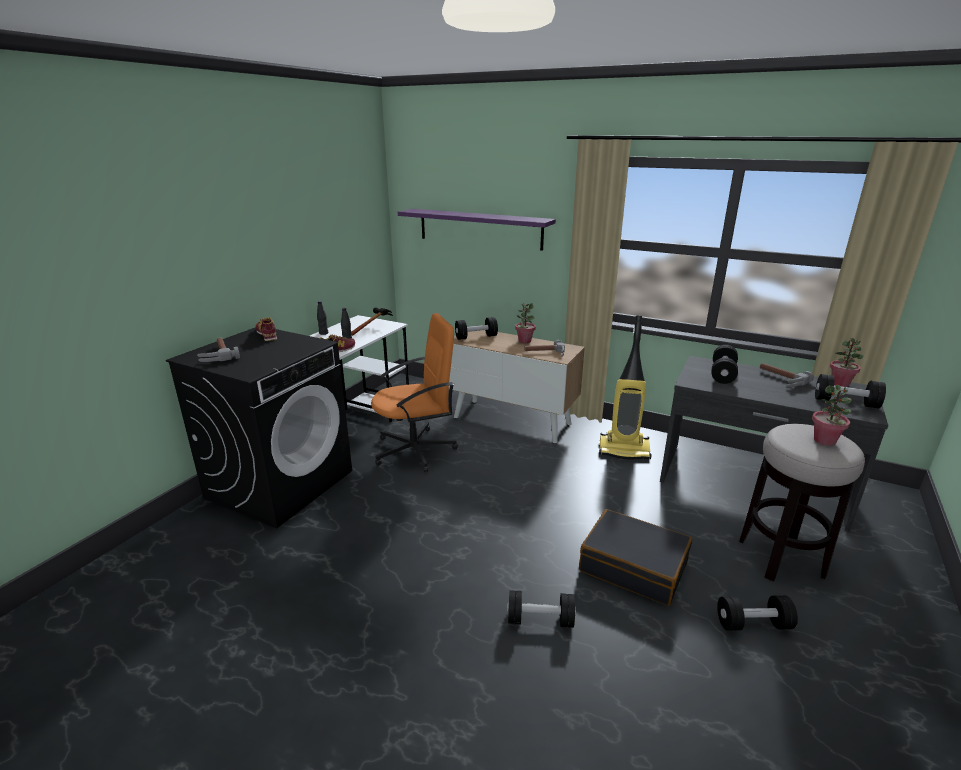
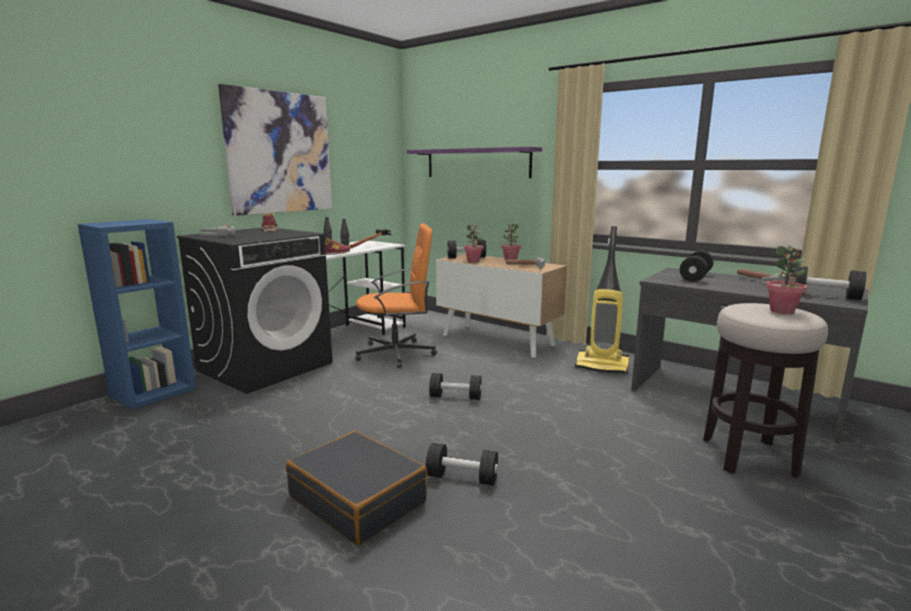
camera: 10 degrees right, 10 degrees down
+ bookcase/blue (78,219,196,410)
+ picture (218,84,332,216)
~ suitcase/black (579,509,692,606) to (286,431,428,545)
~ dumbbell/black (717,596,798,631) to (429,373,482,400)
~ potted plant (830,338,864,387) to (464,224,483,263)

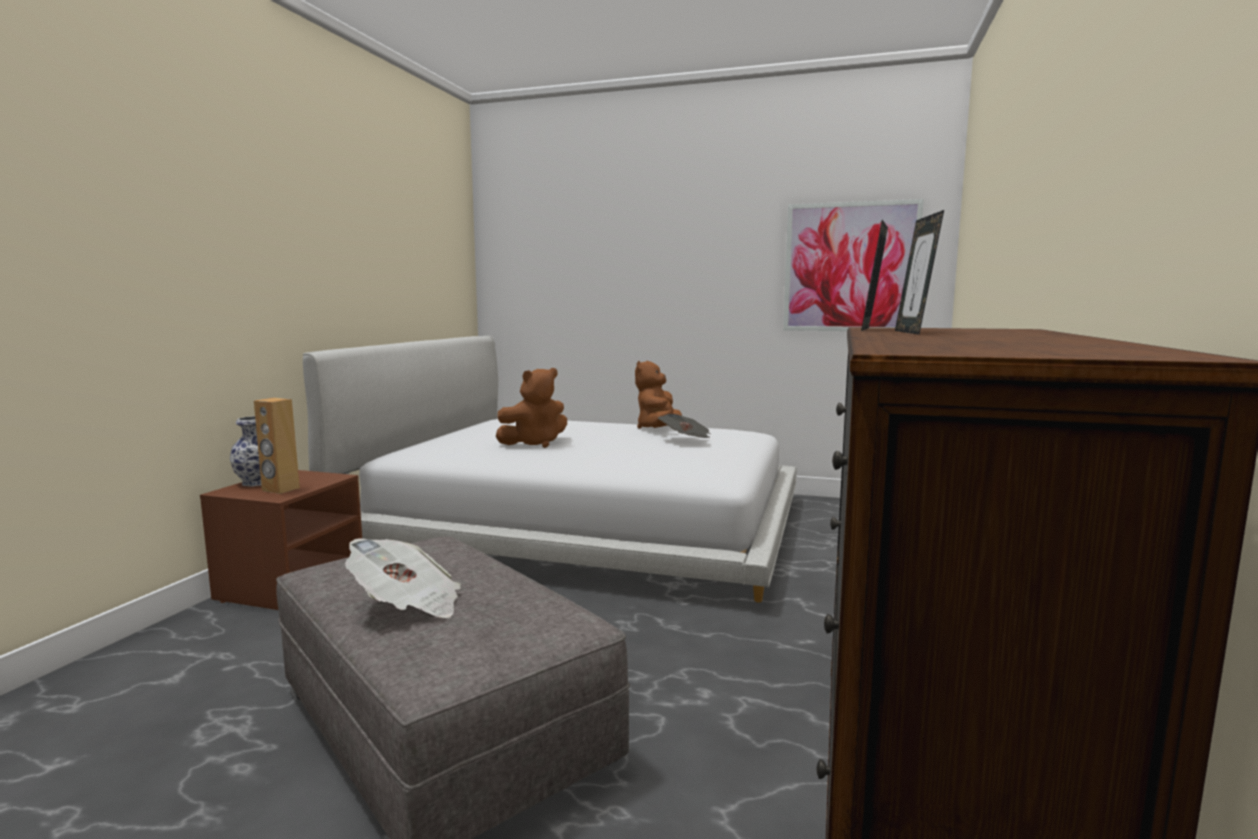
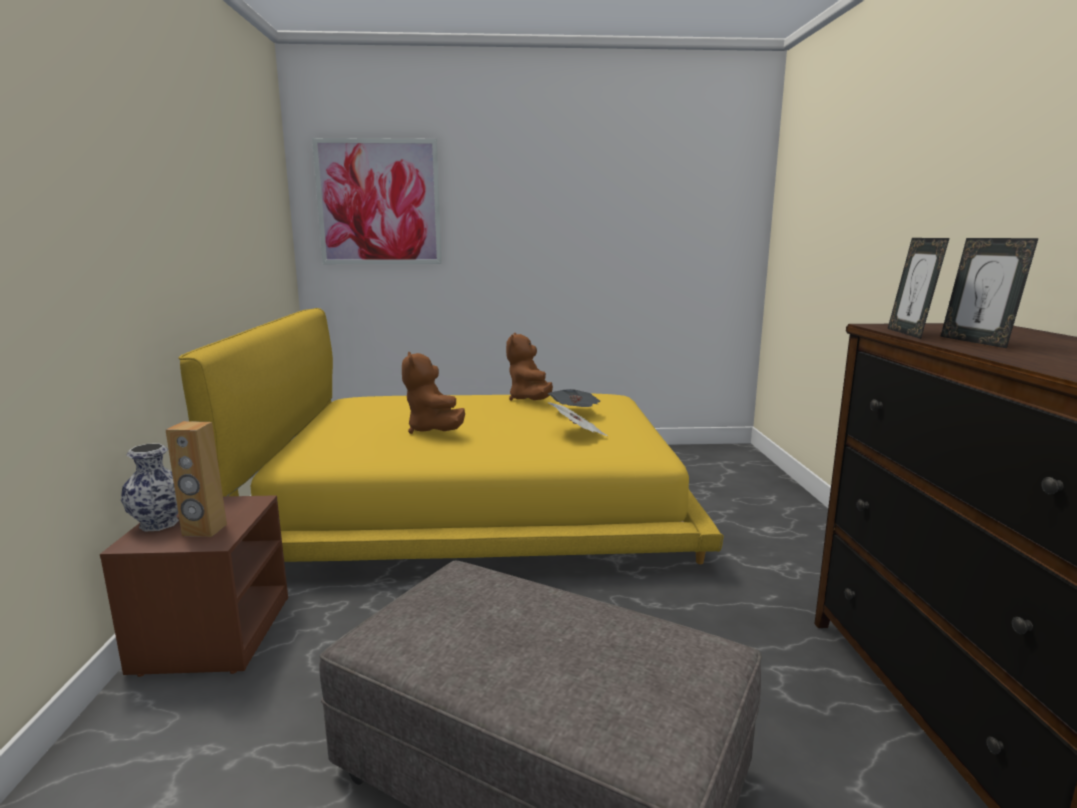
camera: 20 degrees left, 5 degrees up
~ bed/white (303,336,797,603) to bed/yellow (178,308,724,564)
~ picture (783,199,924,331) to (312,138,442,264)
~ plush toy/brown (496,368,567,448) = (402,352,465,434) 120 degrees clockwise
~ newspaper (345,538,461,618) to (547,402,608,436)

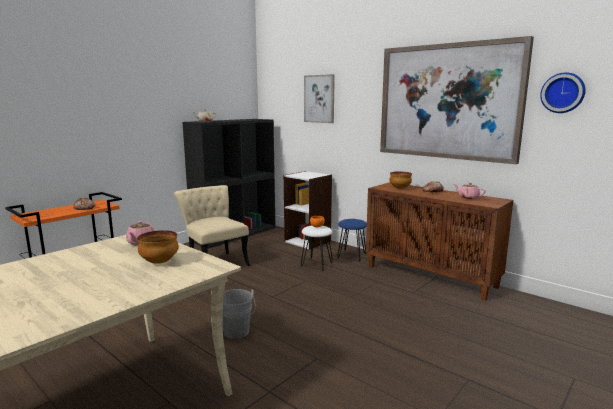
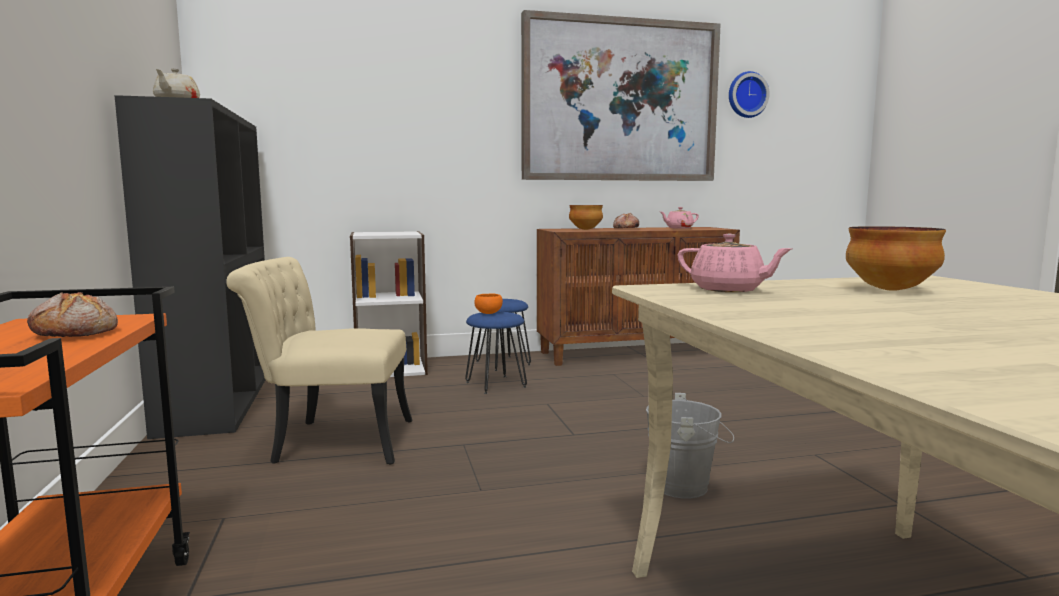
camera: 55 degrees left, 5 degrees down
~ stool/white (301,226,333,271) to stool/blue (465,312,527,394)
- picture (304,74,335,123)

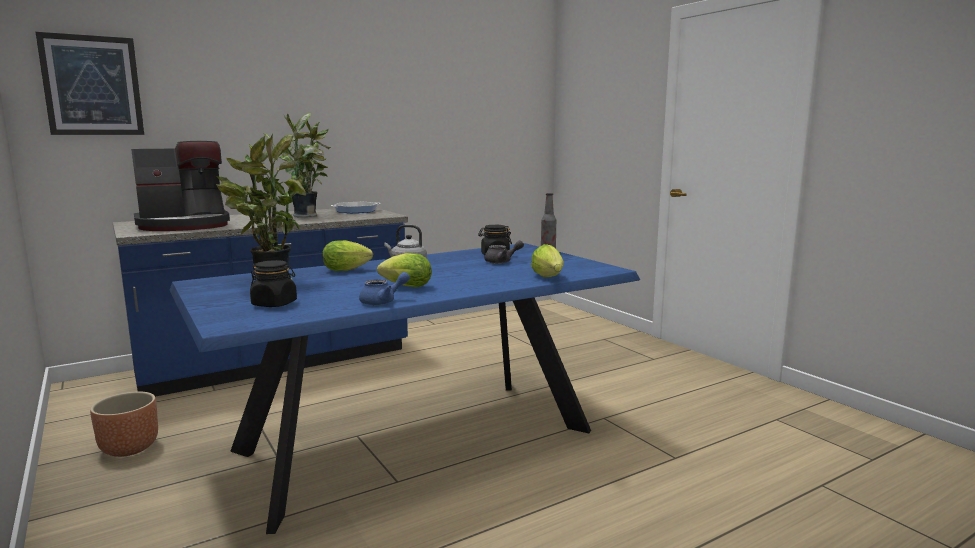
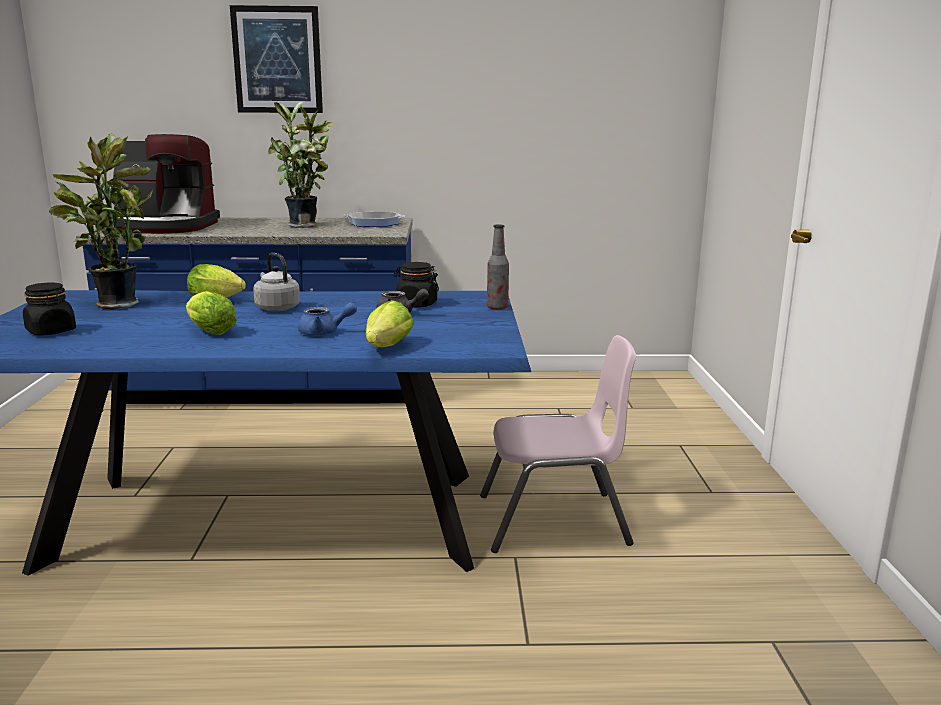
camera: 30 degrees right, 5 degrees up
~ picture (36,32,144,135) to (230,5,323,113)
~ teapot/blue (359,272,410,305) to (298,303,357,336)
+ chair/pink (480,335,636,553)
- planter/brown (90,392,158,457)

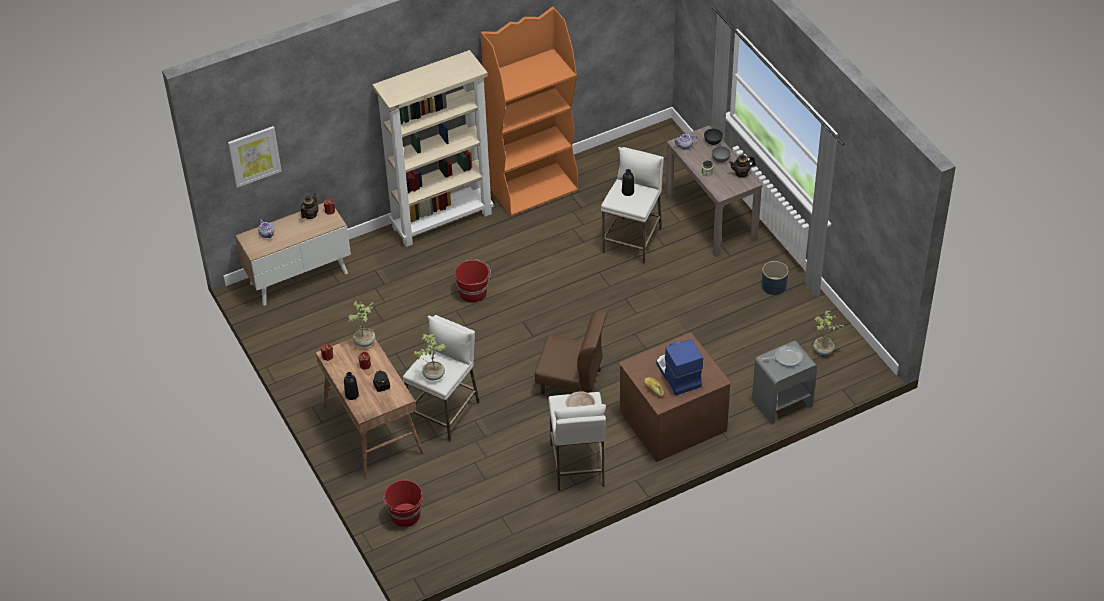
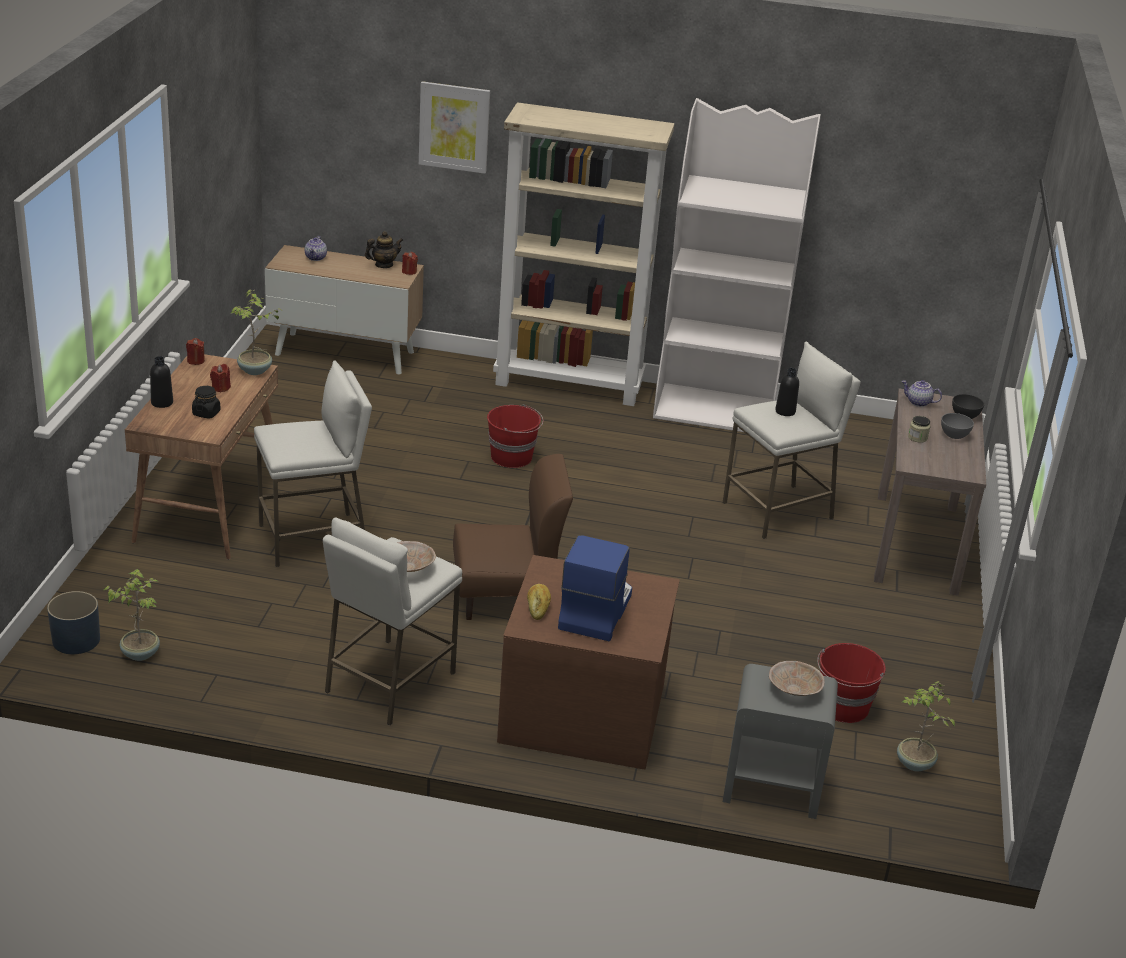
camera: 35 degrees right, 15 degrees down
~ planter/blue (762,261,788,295) to (47,591,100,654)
~ potted plant (413,334,446,380) to (104,569,160,661)
~ picture (228,126,282,188) to (419,81,490,174)
~ chair/brown (535,311,607,395) = (453,454,573,620) 60 degrees counterclockwise
~ bookcase/orange (481,7,578,216) to bookcase/white (653,98,821,432)
~ frying pan (762,345,803,367) to bowl/beige (769,661,824,696)
~ bucket/red (383,480,423,527) to (817,643,886,723)
- teapot (729,154,756,178)

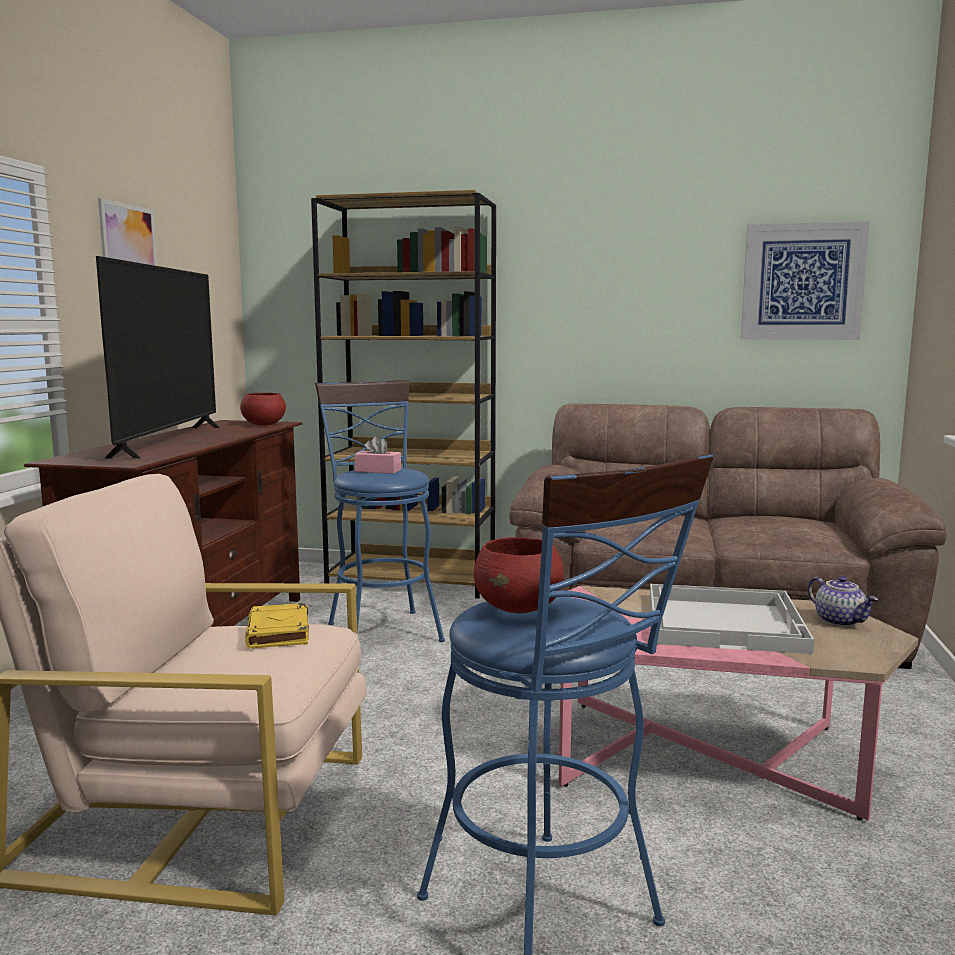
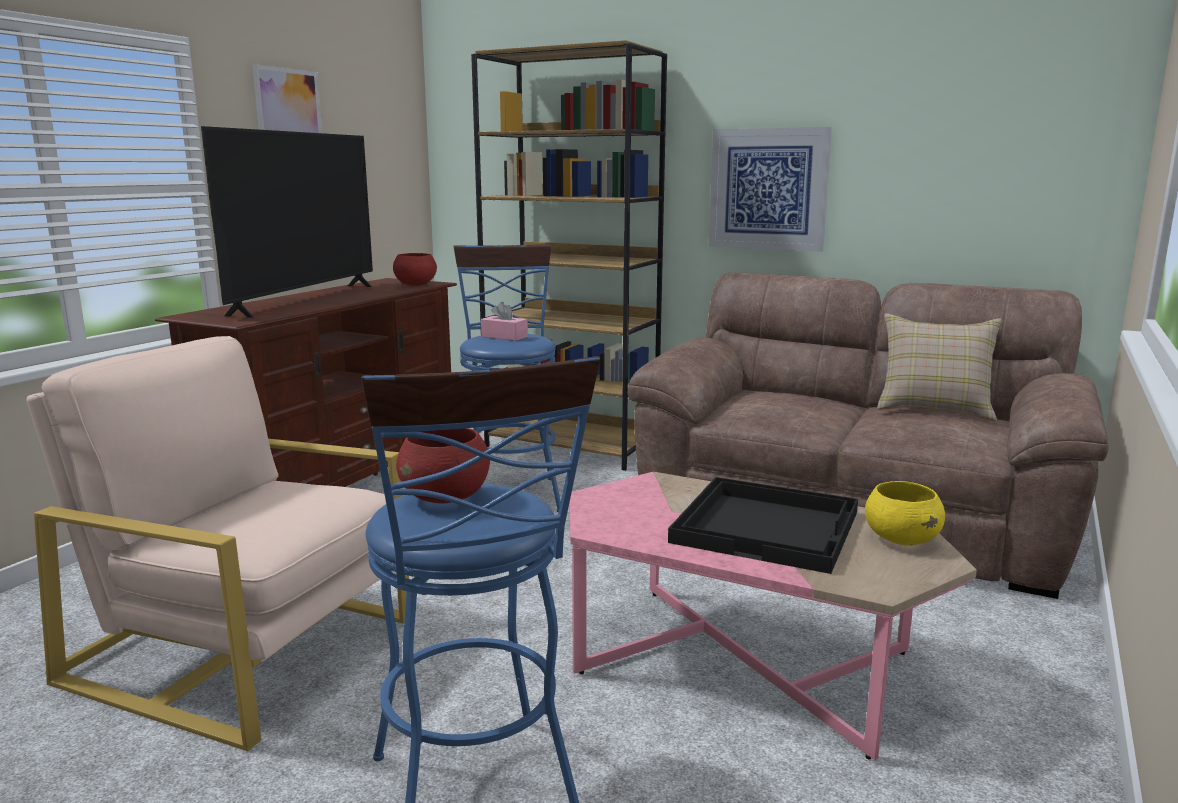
camera: 15 degrees right, 5 degrees up
~ tray/white (650,584,814,654) to tray/black (668,477,858,574)
~ picture (741,222,870,340) to (709,127,832,252)
~ teapot (808,576,878,627) to bowl/yellow (865,481,945,545)
+ pillow/beige (877,313,1001,421)
- book/yellow (245,603,309,648)

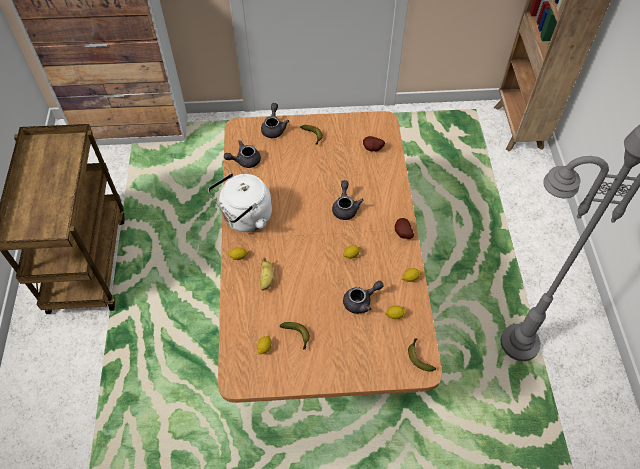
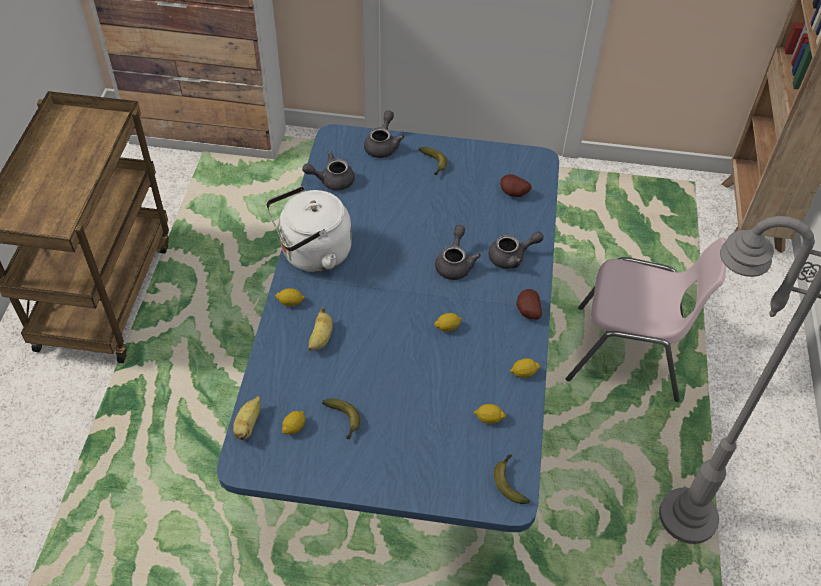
camera: 10 degrees right, 5 degrees down
~ dining table/brown (218,111,442,403) to dining table/blue (217,125,559,532)
+ banana (233,396,261,440)
~ teapot/grey (343,281,384,314) to (488,232,544,269)
+ chair/pink (566,237,727,402)

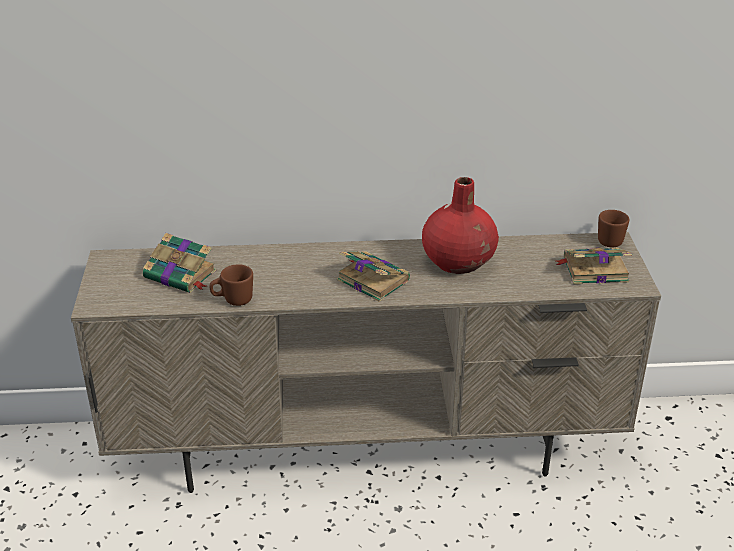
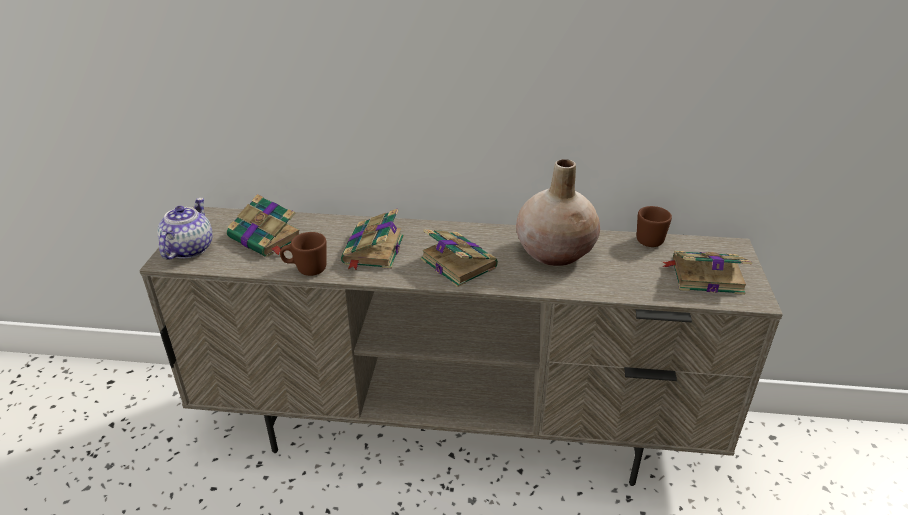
camera: 10 degrees right, 0 degrees up
+ teapot (157,198,213,260)
+ book (341,208,404,270)
~ vase/red (422,177,499,274) to vase/beige (516,159,600,266)
~ mug/brown (598,210,629,247) to (637,206,672,247)

